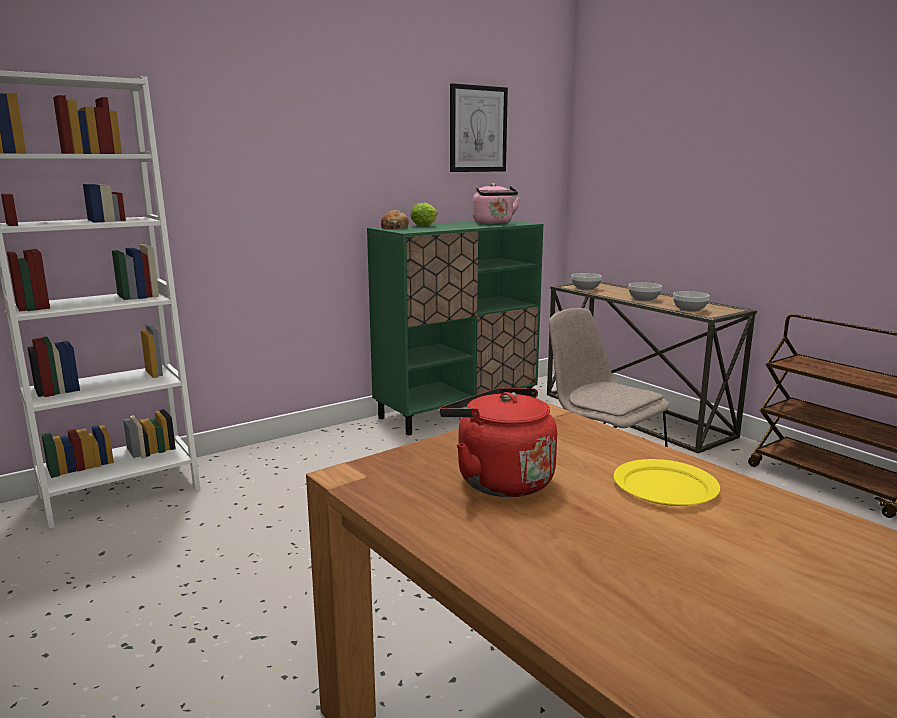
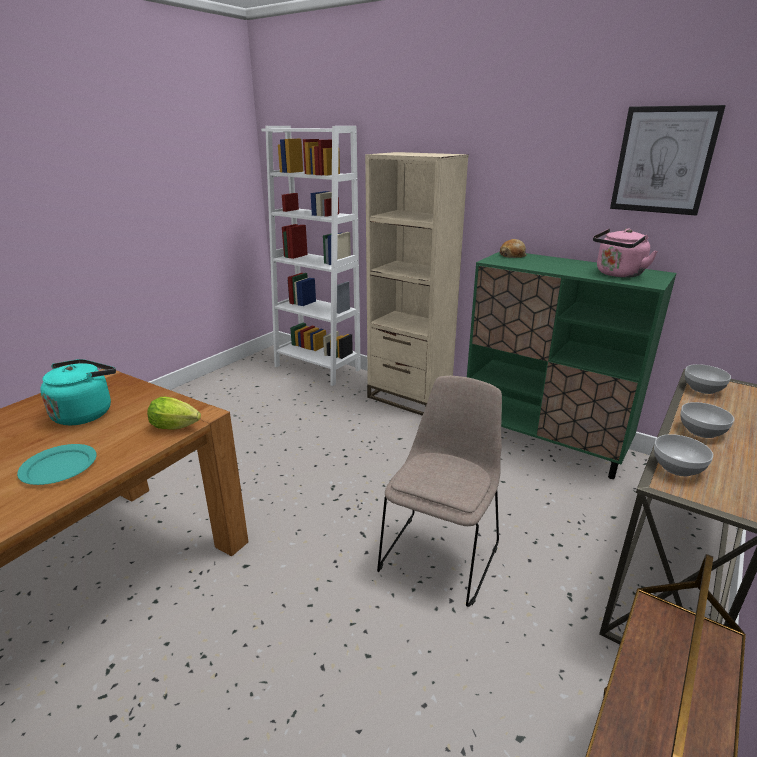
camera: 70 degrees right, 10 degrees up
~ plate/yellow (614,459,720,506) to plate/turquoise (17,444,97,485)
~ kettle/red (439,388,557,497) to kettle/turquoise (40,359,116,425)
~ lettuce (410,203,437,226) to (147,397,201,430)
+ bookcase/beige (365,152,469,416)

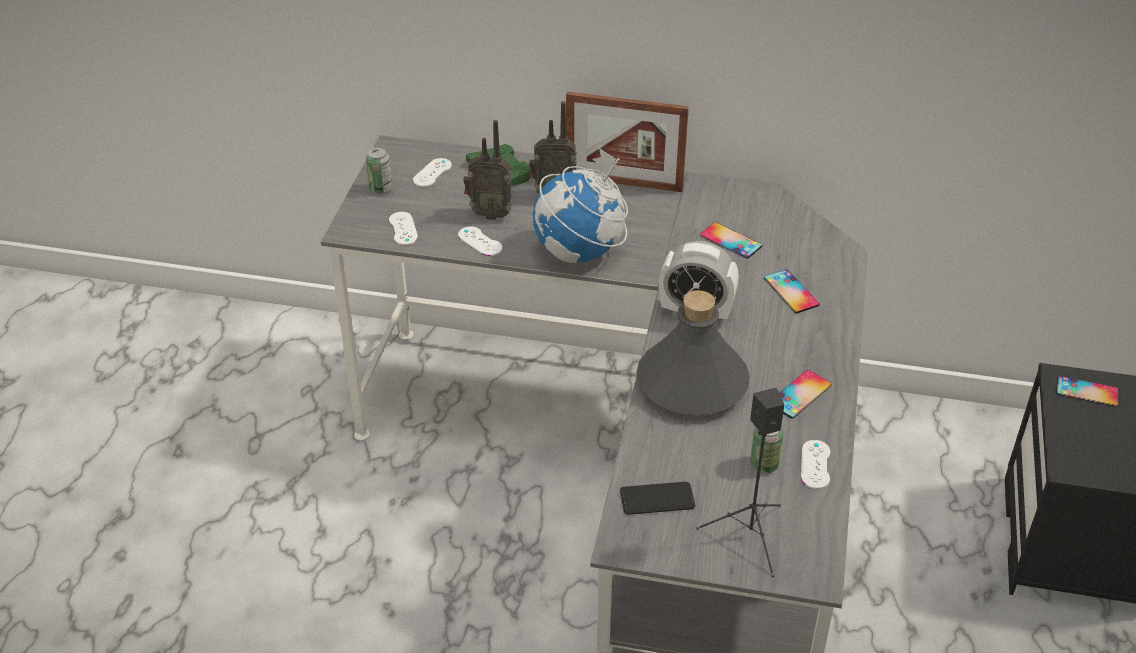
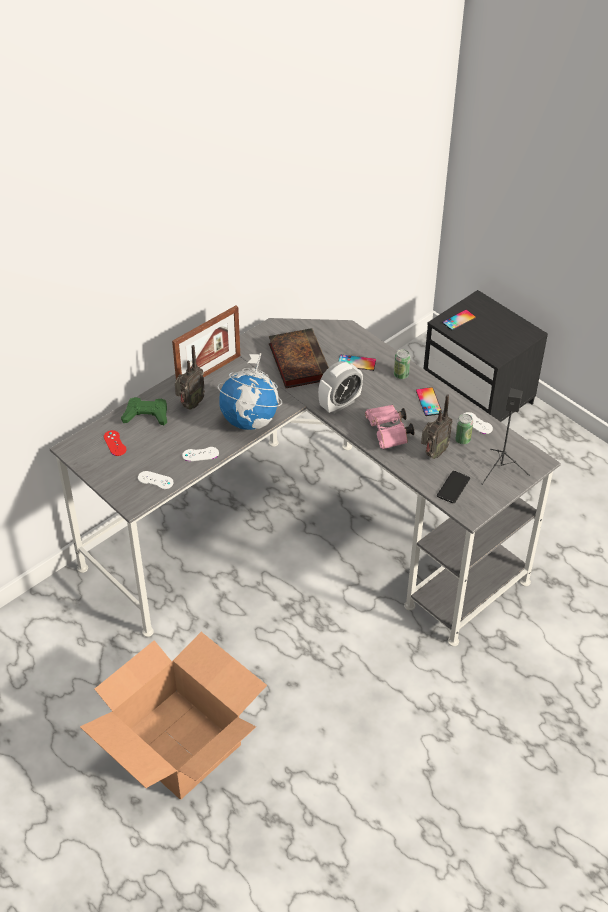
camera: 55 degrees left, 5 degrees up
+ cardboard box (80,632,267,799)
~ game controller/white (413,158,452,187) to game controller/red (104,430,127,456)
~ phone (700,222,762,259) to book (269,328,329,388)
~ bottle/grey (636,290,750,415) to binoculars/pink (365,405,414,449)
~ can (366,147,392,194) to (394,349,410,379)
~ radio (463,120,513,220) to (421,394,453,459)

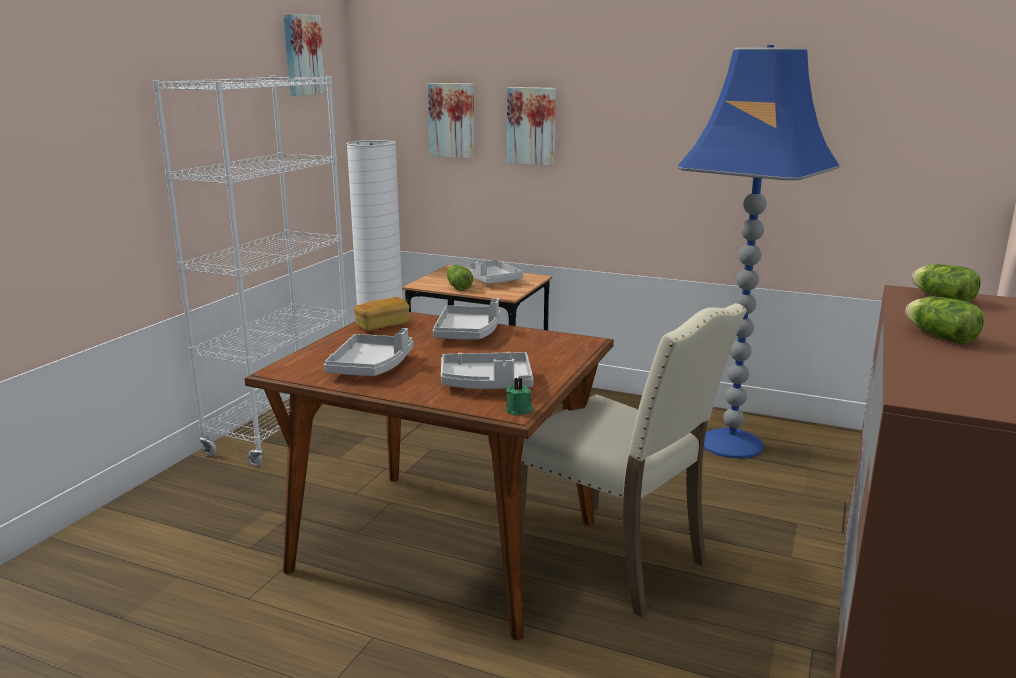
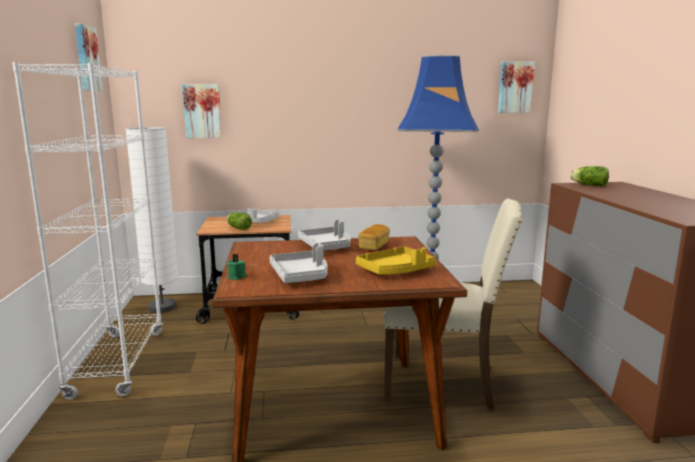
camera: 30 degrees left, 5 degrees down
~ candle/green (505,378,534,416) to (227,254,247,280)
~ tray/grey (441,352,533,389) to tray/yellow (356,247,436,275)
~ bread (354,297,409,331) to (358,224,390,250)
~ picture (507,87,556,166) to (498,61,535,113)
- lettuce (905,297,984,345)

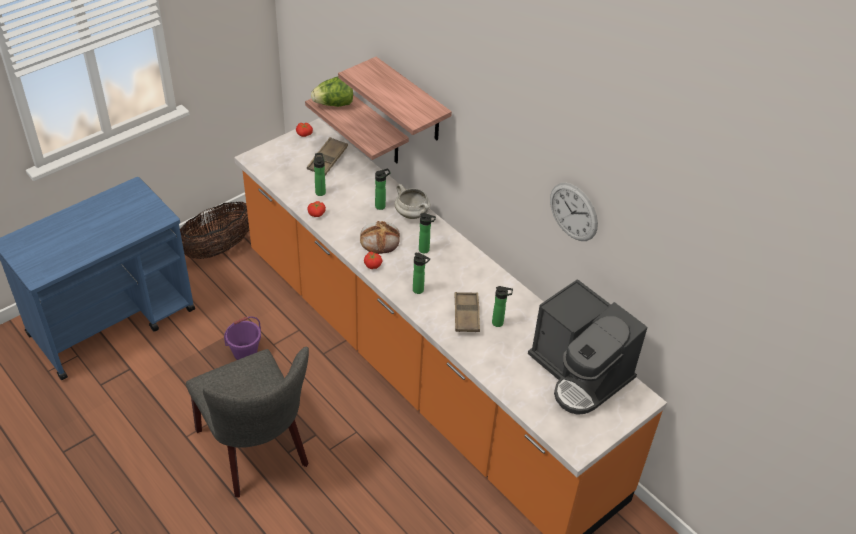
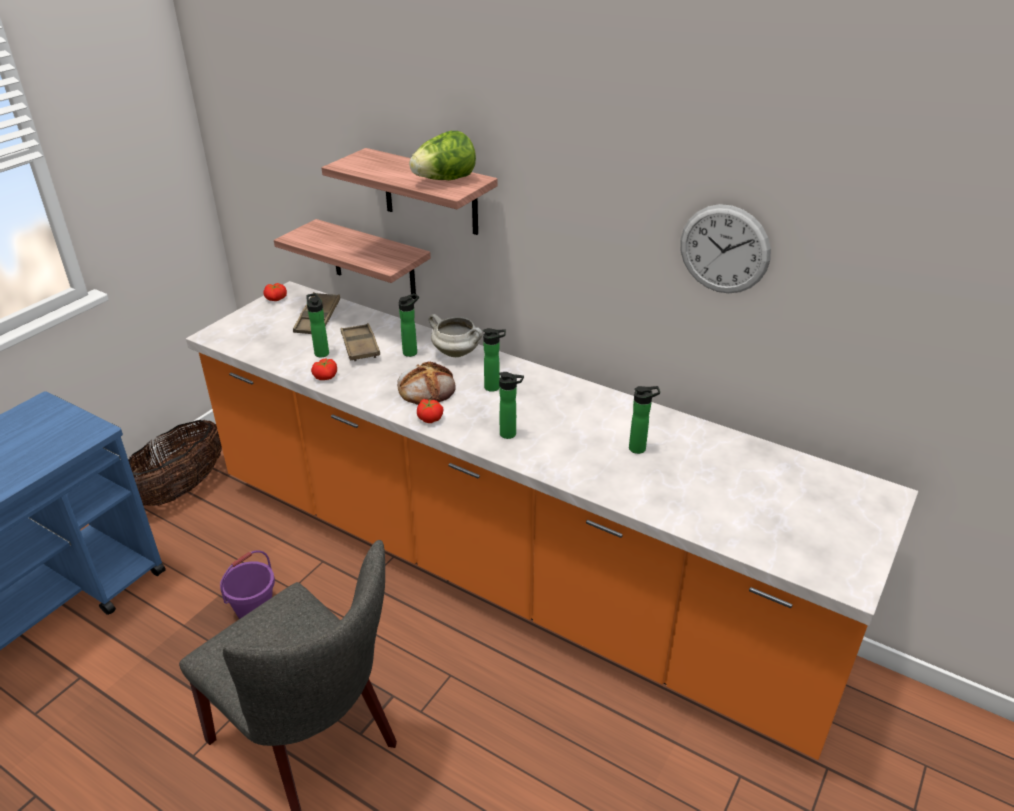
camera: 15 degrees left, 10 degrees down
~ tray/brown (454,292,480,332) to (341,323,380,361)
~ lettuce (311,76,353,107) to (409,131,476,180)
- coffee machine (528,279,647,415)

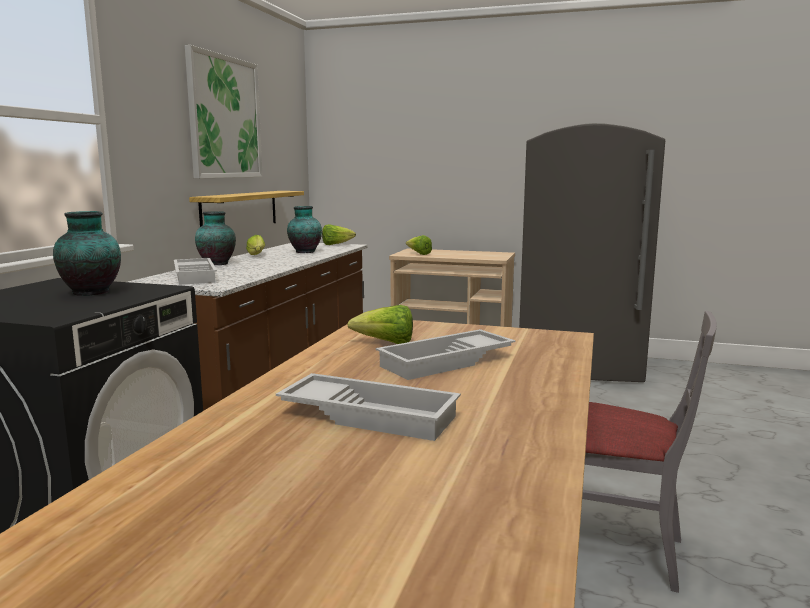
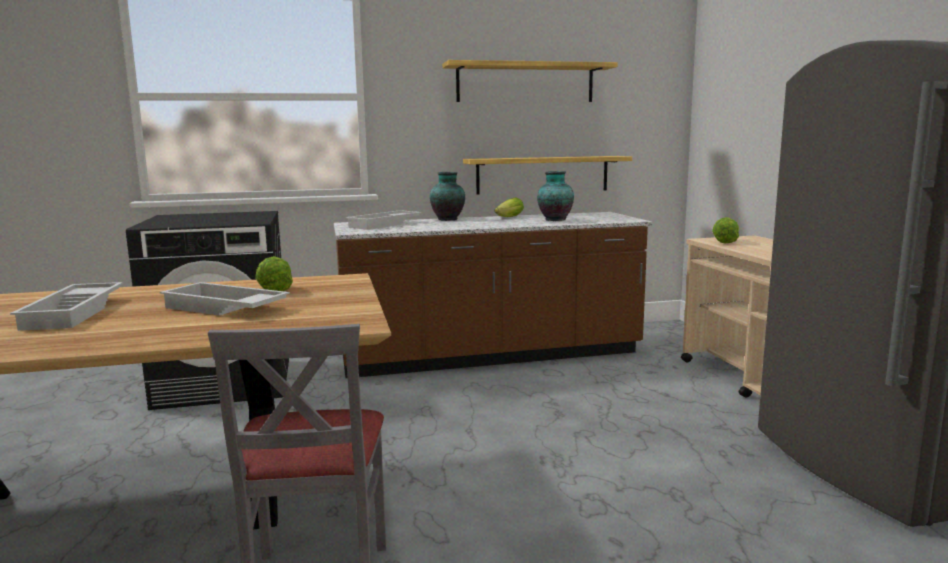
camera: 60 degrees right, 0 degrees up
~ picture (185,45,263,179) to shelf (442,60,618,102)
- vase (53,211,121,296)
- lettuce (322,224,356,245)

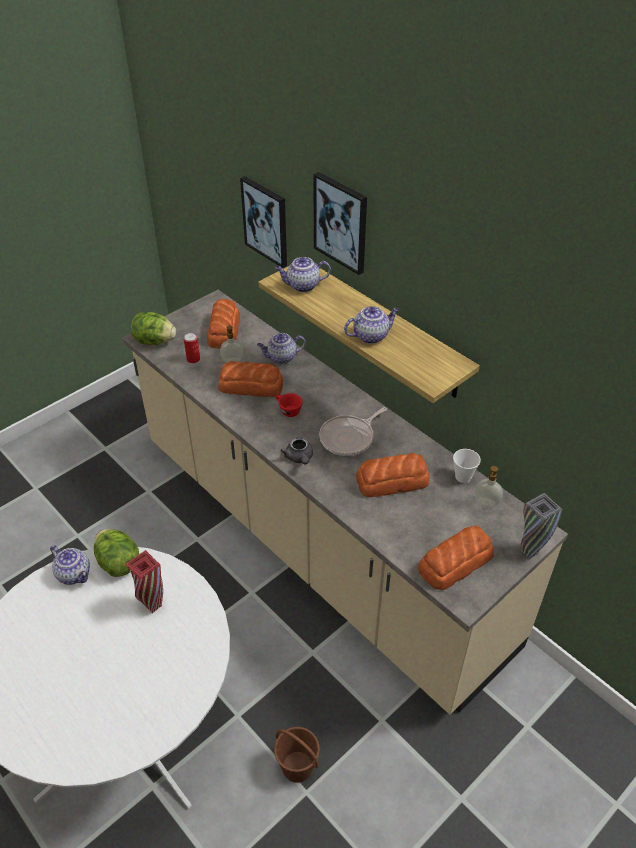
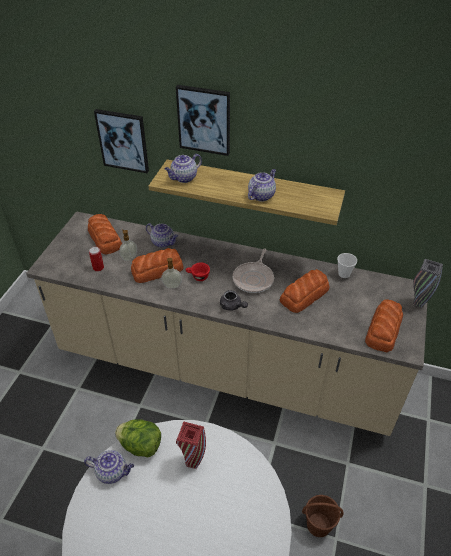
camera: 30 degrees left, 0 degrees up
~ teapot (257,333,306,364) = (146,223,178,248) 105 degrees counterclockwise
~ soap dispenser (475,466,503,507) to (162,258,182,288)
- lettuce (131,312,176,345)

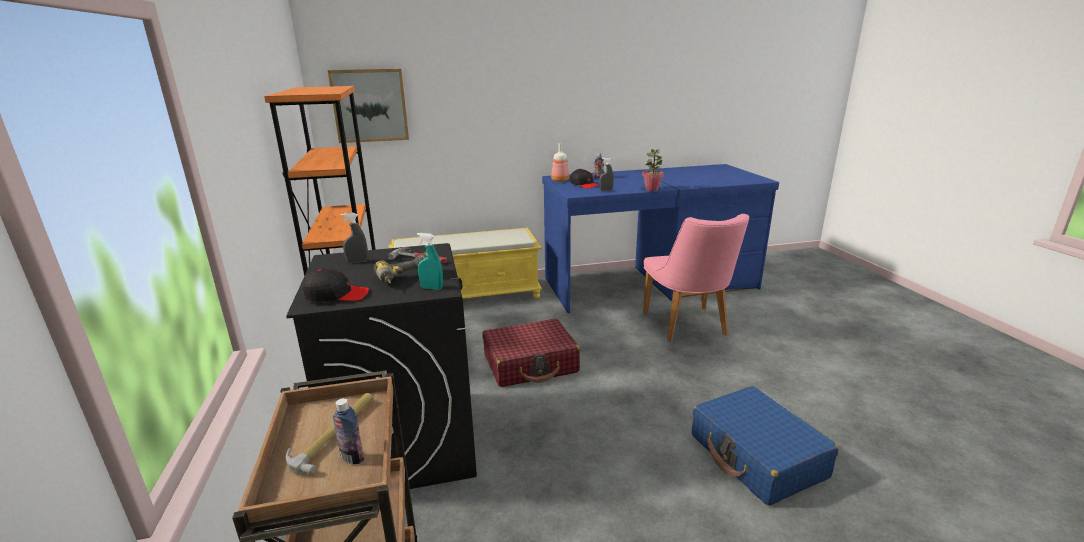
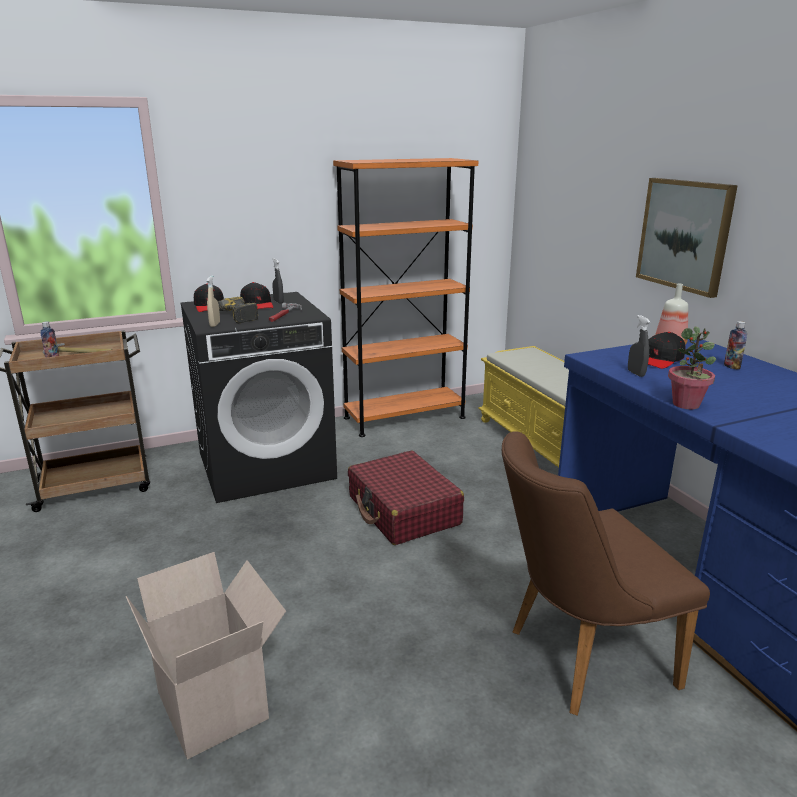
camera: 80 degrees right, 0 degrees up
~ suitcase/blue (692,386,839,506) to cardboard box (126,552,286,759)
~ spray bottle/turquoise (417,233,443,290) to spray bottle/beige (207,275,220,327)
+ cap/black (240,282,273,309)
~ chair/pink (643,214,749,341) to chair/brown (502,431,710,716)
~ picture (328,69,409,143) to (636,178,738,298)

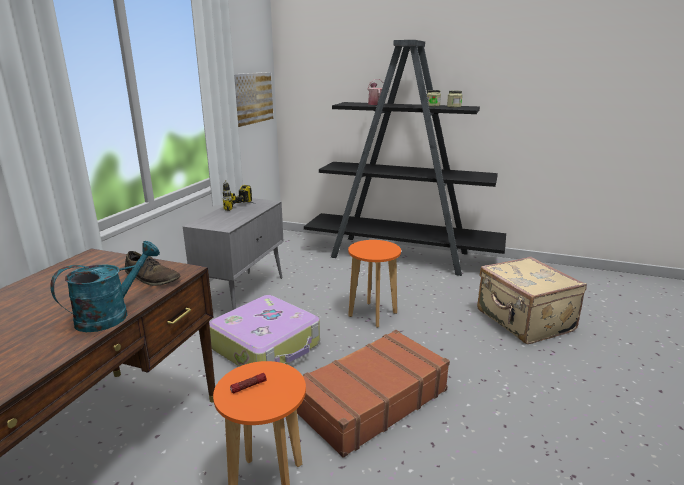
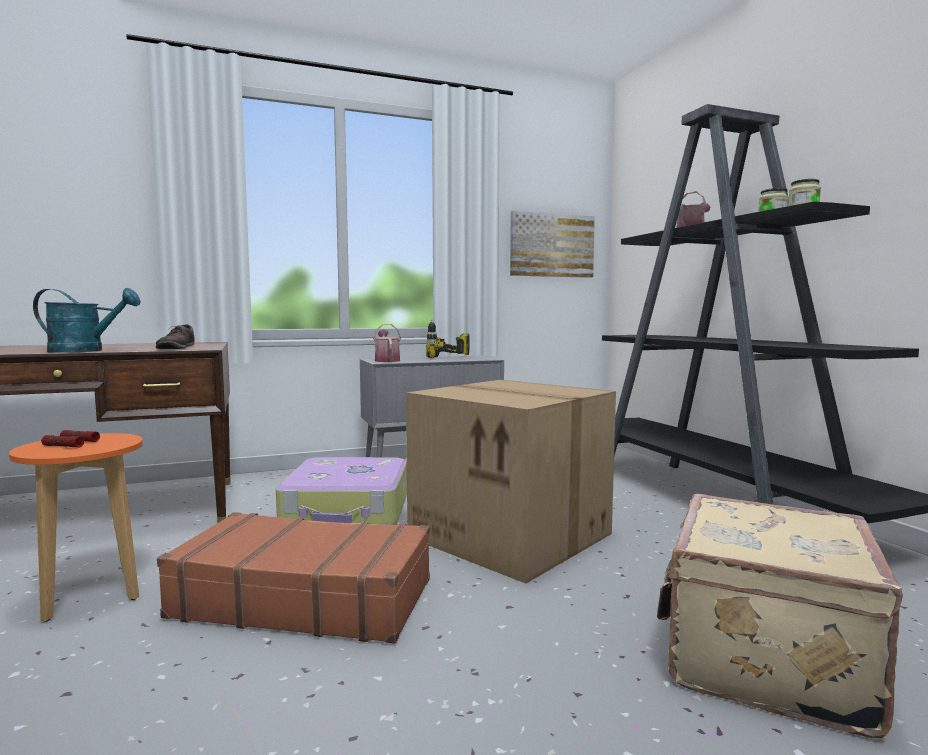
camera: 50 degrees right, 15 degrees down
+ flashlight (41,435,84,447)
+ watering can (373,324,401,362)
~ stool/orange (348,240,401,328) to cardboard box (406,380,616,584)

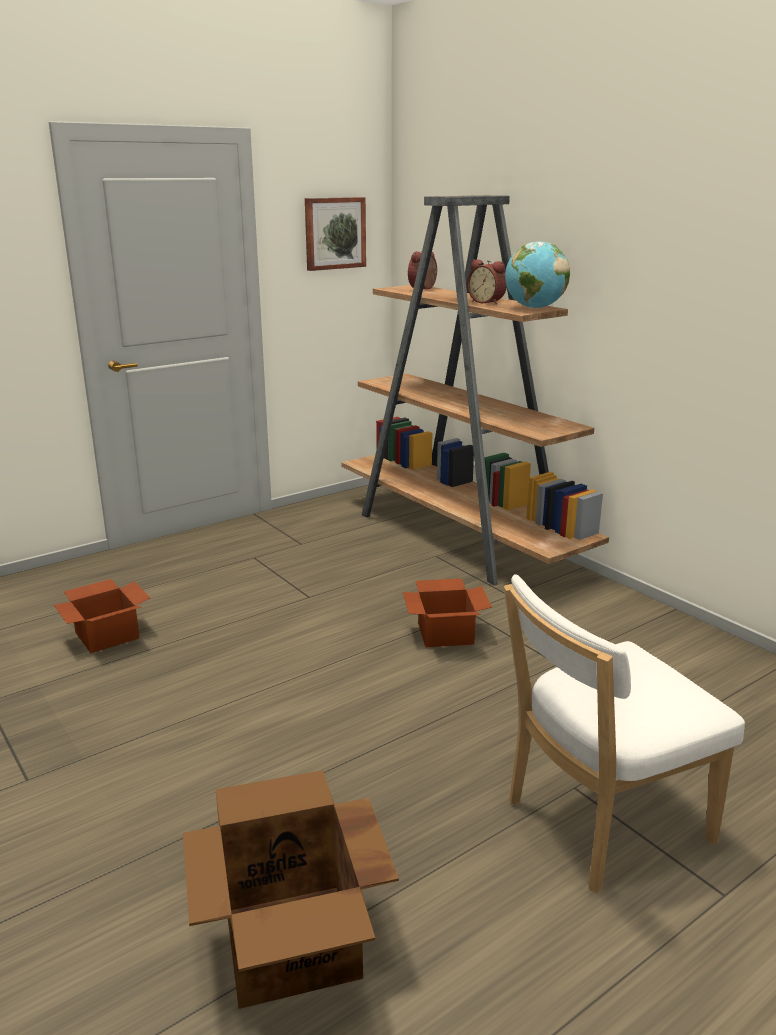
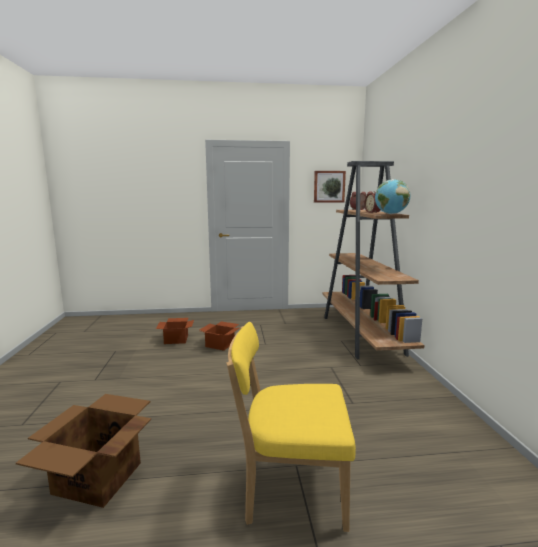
camera: 30 degrees right, 10 degrees down
~ cardboard box (403,578,492,647) to (199,321,239,351)
~ chair/white (504,574,745,894) to chair/yellow (226,322,356,532)

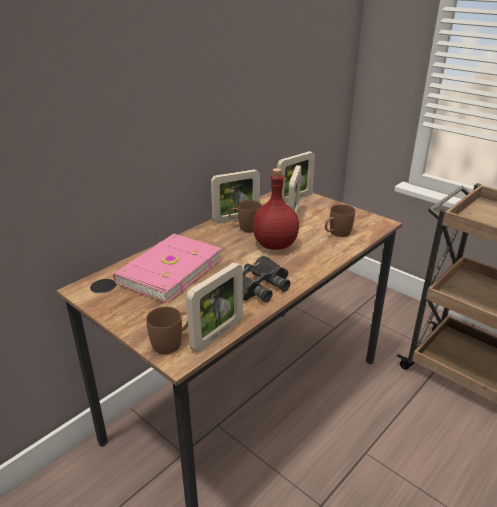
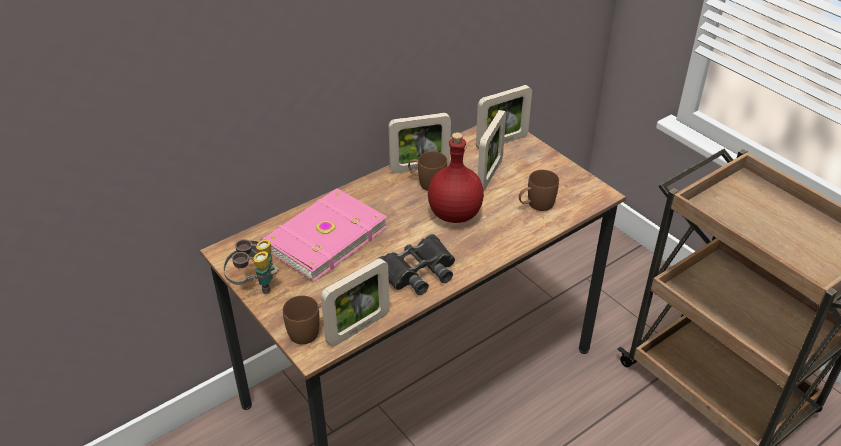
camera: 10 degrees right, 10 degrees up
+ binoculars (223,239,279,294)

